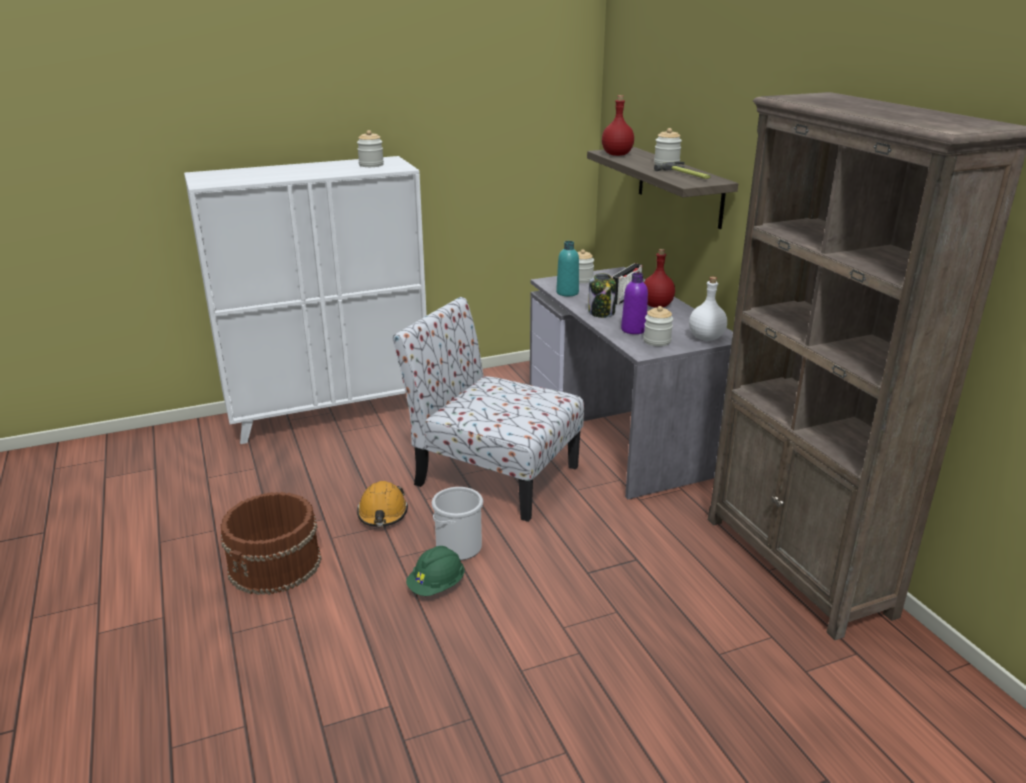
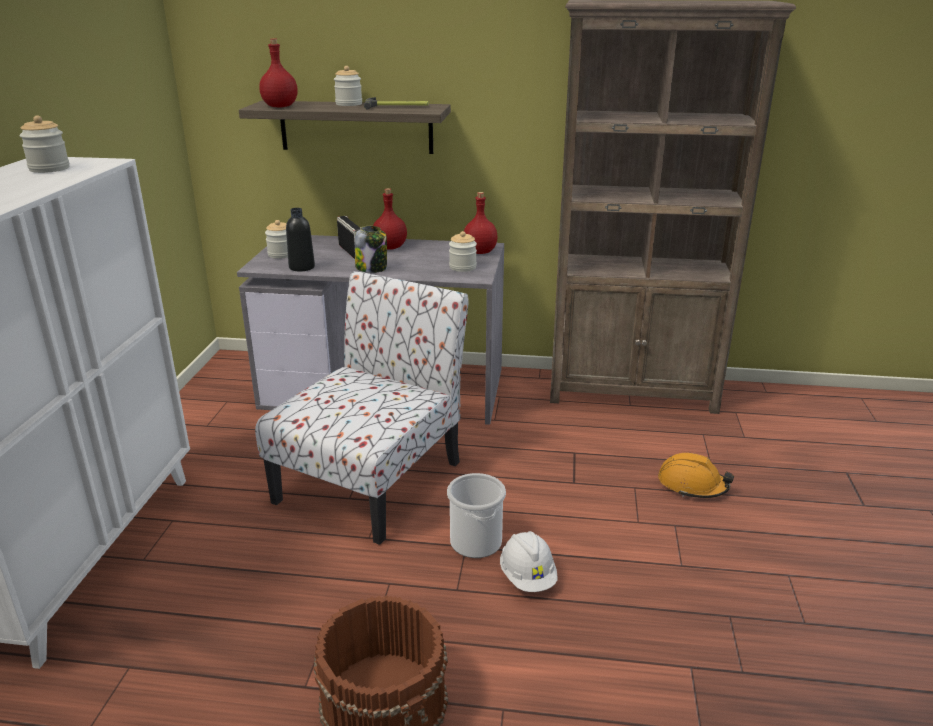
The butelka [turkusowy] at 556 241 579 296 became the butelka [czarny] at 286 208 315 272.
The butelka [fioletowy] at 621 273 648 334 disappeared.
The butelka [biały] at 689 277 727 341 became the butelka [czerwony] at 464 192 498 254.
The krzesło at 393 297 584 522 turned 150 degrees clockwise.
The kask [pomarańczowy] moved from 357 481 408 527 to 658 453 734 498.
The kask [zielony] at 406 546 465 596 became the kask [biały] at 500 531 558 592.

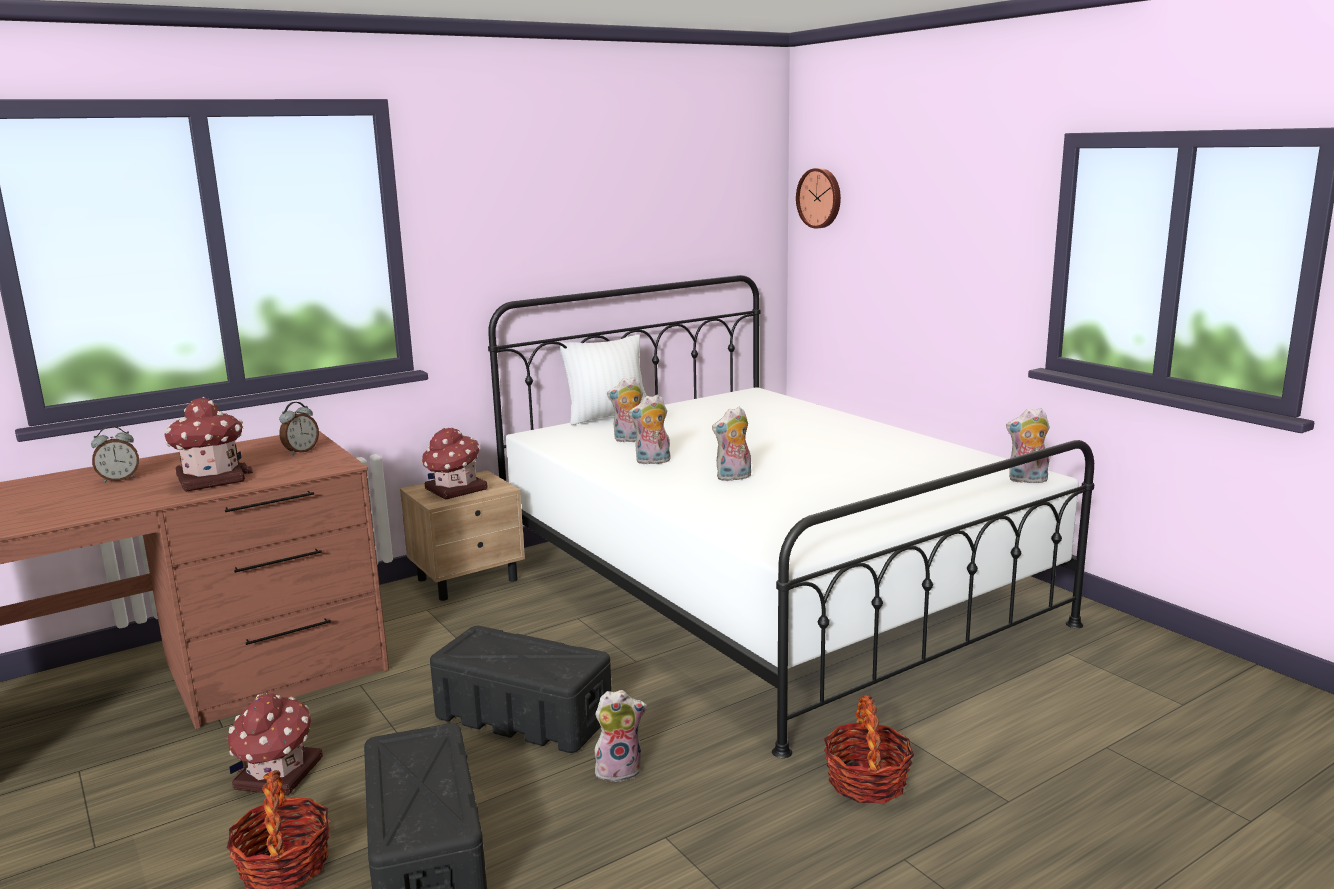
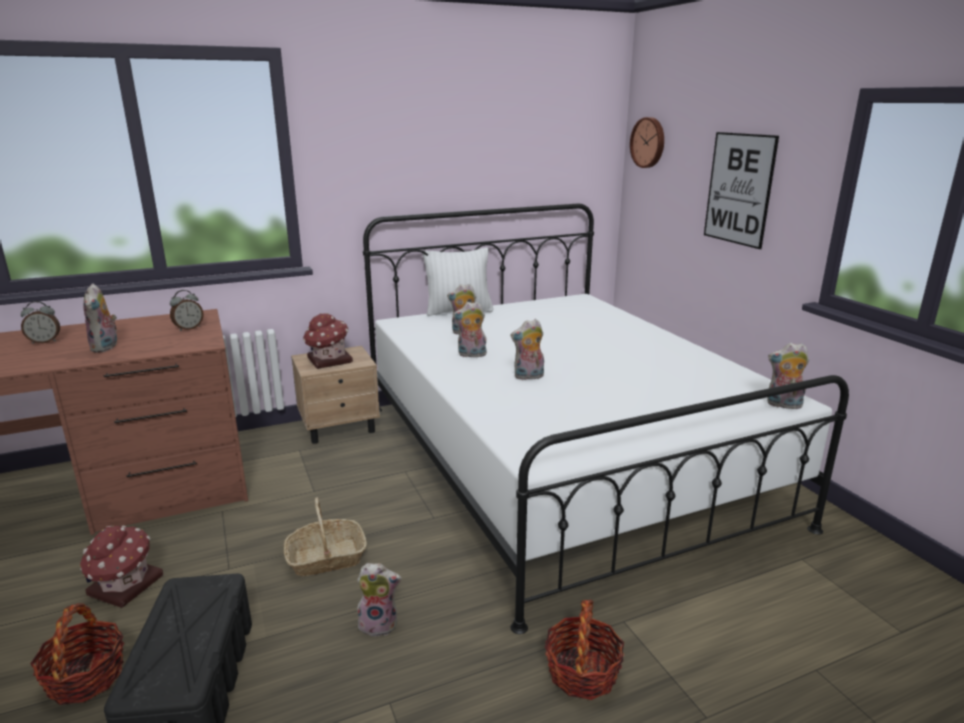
The domek at 164 397 253 491 was replaced by the pluszak at 83 283 117 353.
The pojemnik do przechowywania [czarny] at 430 626 612 753 was replaced by the koszyk at 284 497 367 576.
The obraz at 704 132 779 249 appeared.

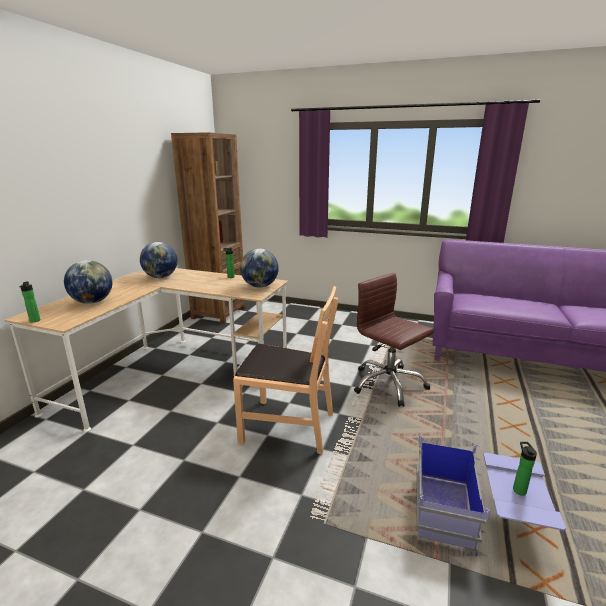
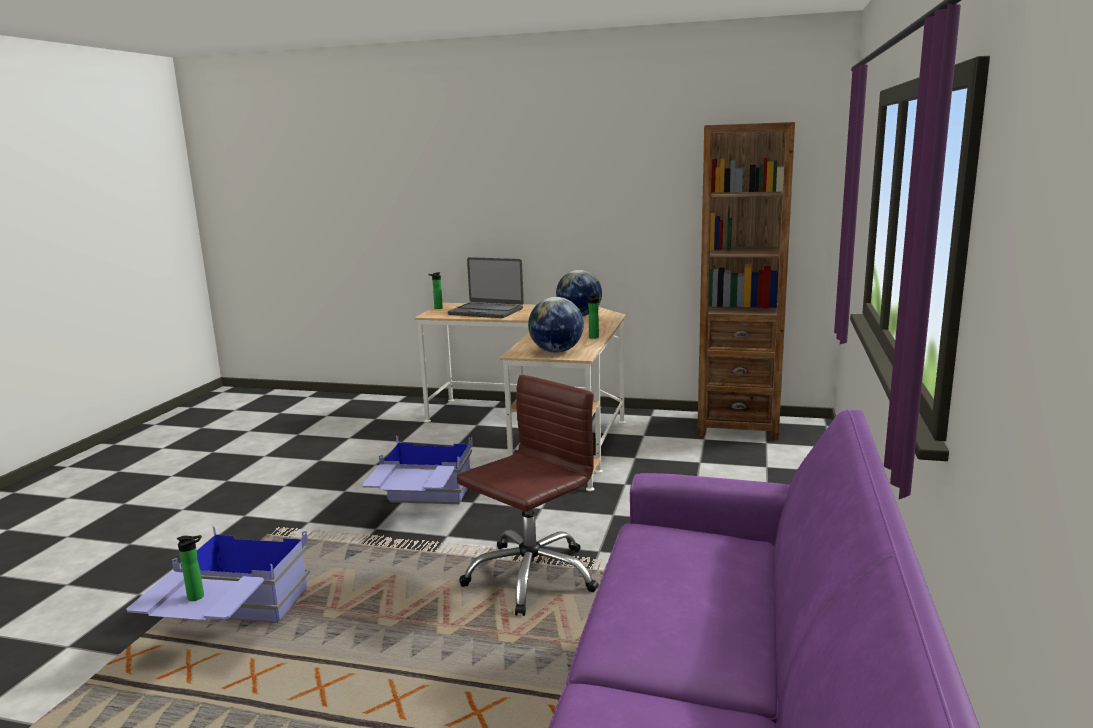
The globus at 64 260 112 304 was replaced by the laptop at 448 257 524 318.
The krzesło [brązowy] at 233 286 338 454 was replaced by the pojemnik do przechowywania [niebieski] at 362 436 473 504.

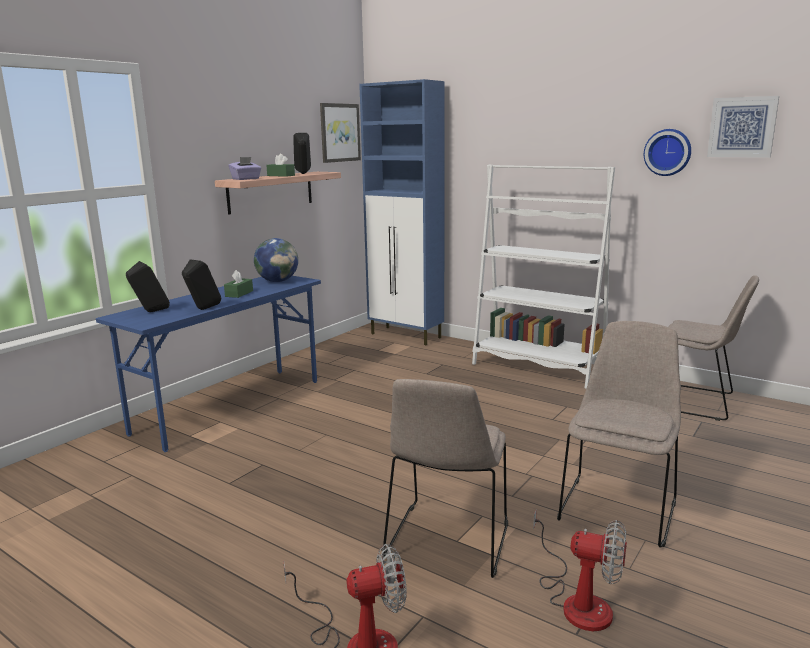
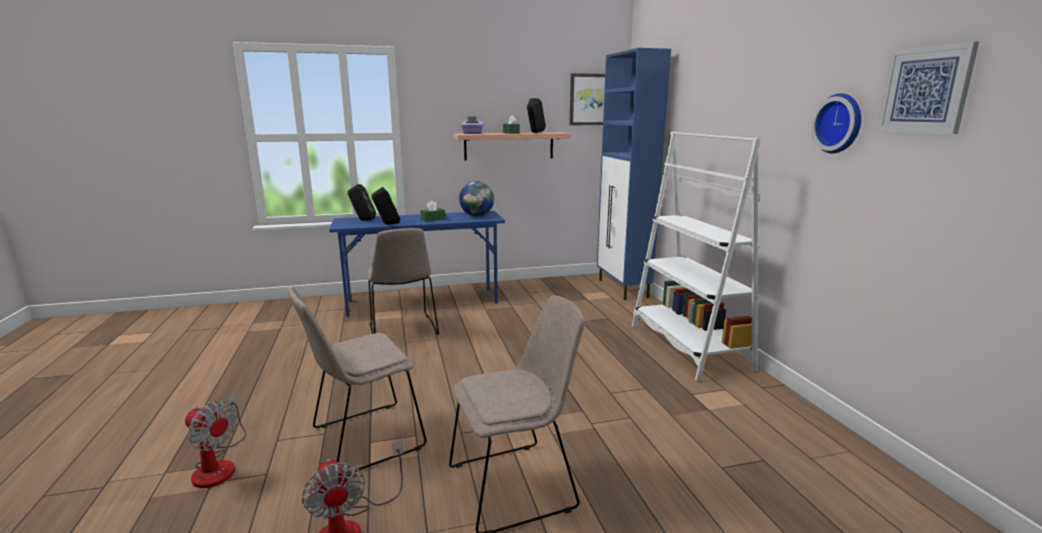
The krzesło [beżowy] moved from 668 275 759 421 to 367 228 439 334.

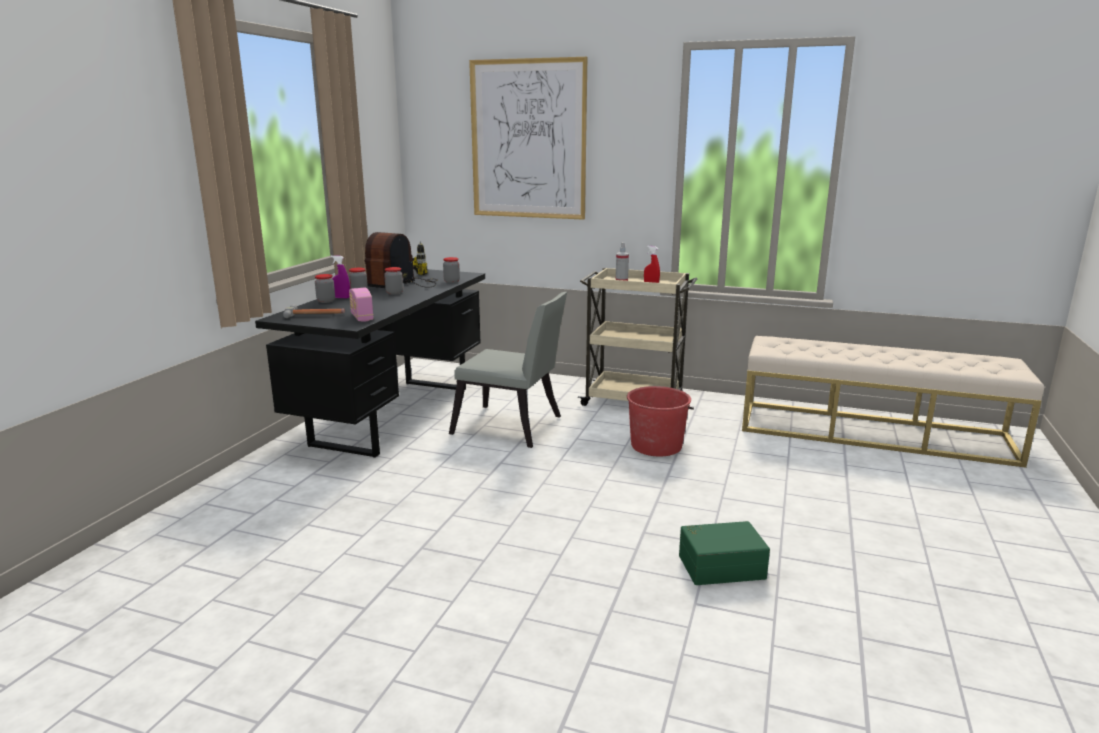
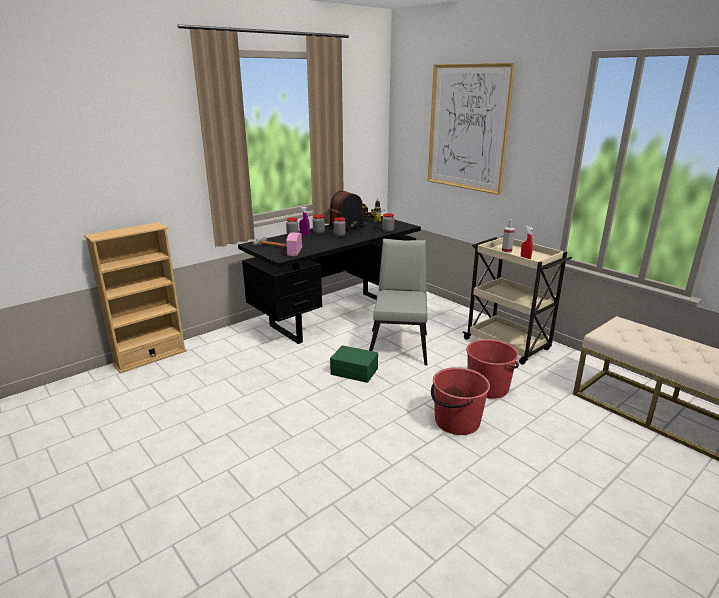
The krzesło [szary] at 449 292 567 448 turned 135 degrees counterclockwise.
The pojemnik do przechowywania [zielony] moved from 679 521 770 585 to 330 345 378 383.
The regał [beżowy] at 84 222 187 373 appeared.
The wiadro [czerwony] at 431 367 490 435 appeared.

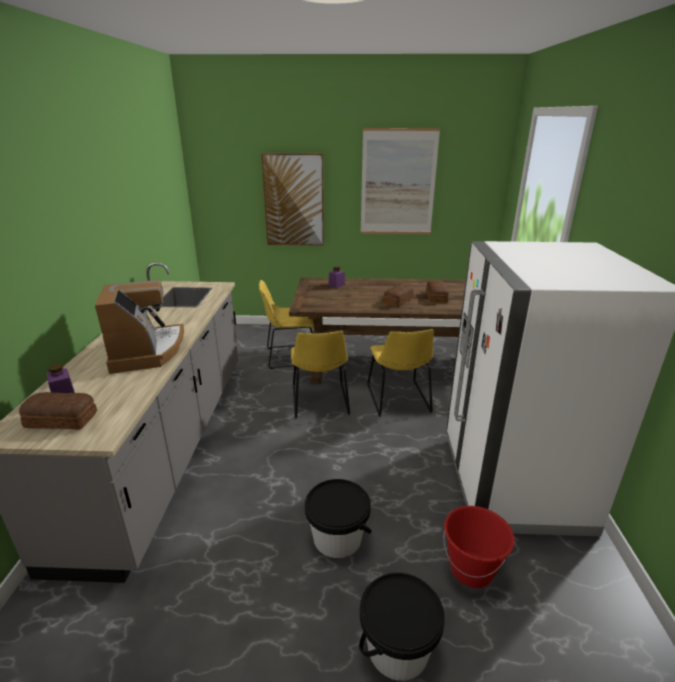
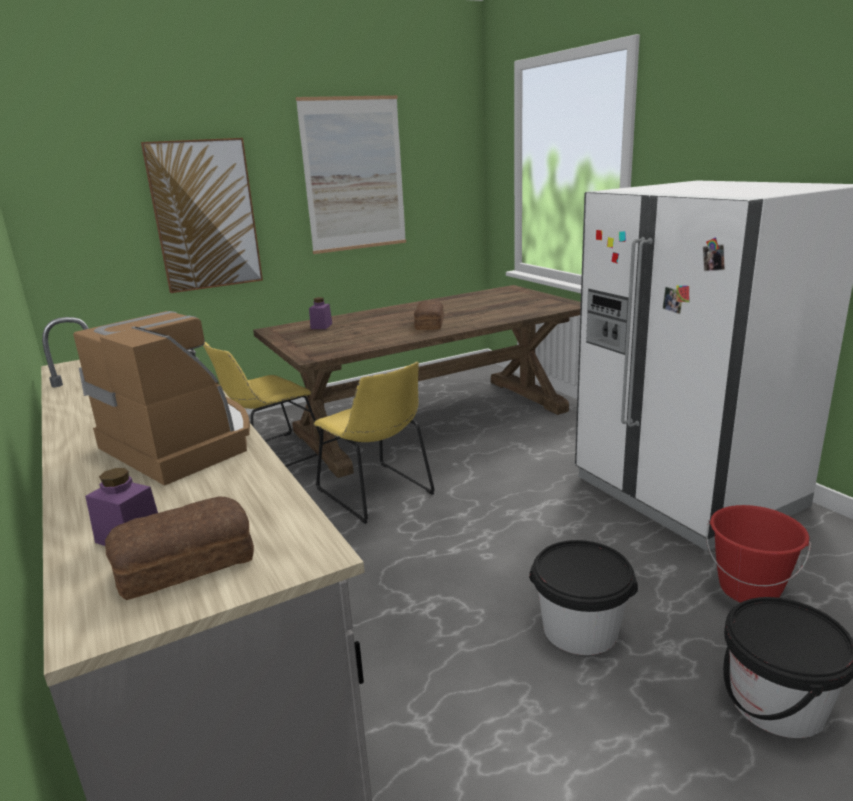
The chleb at 426 280 449 303 disappeared.
The krzesło [żółty] at 367 329 434 417 disappeared.

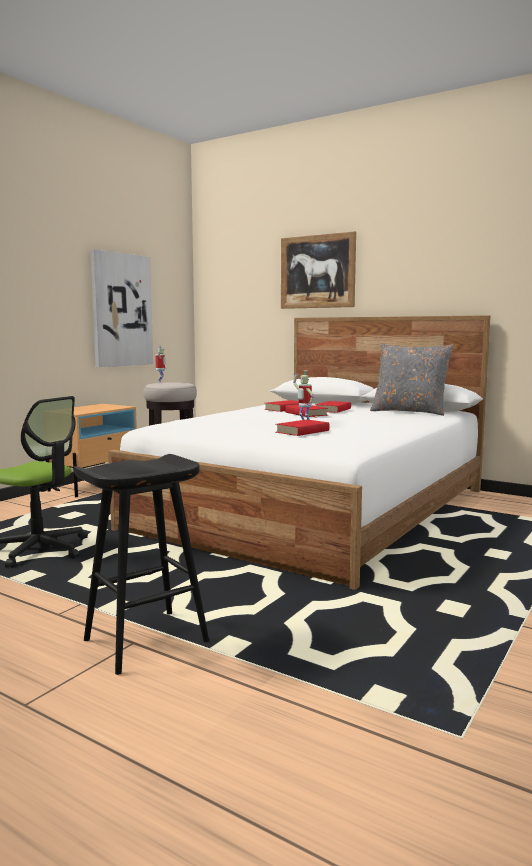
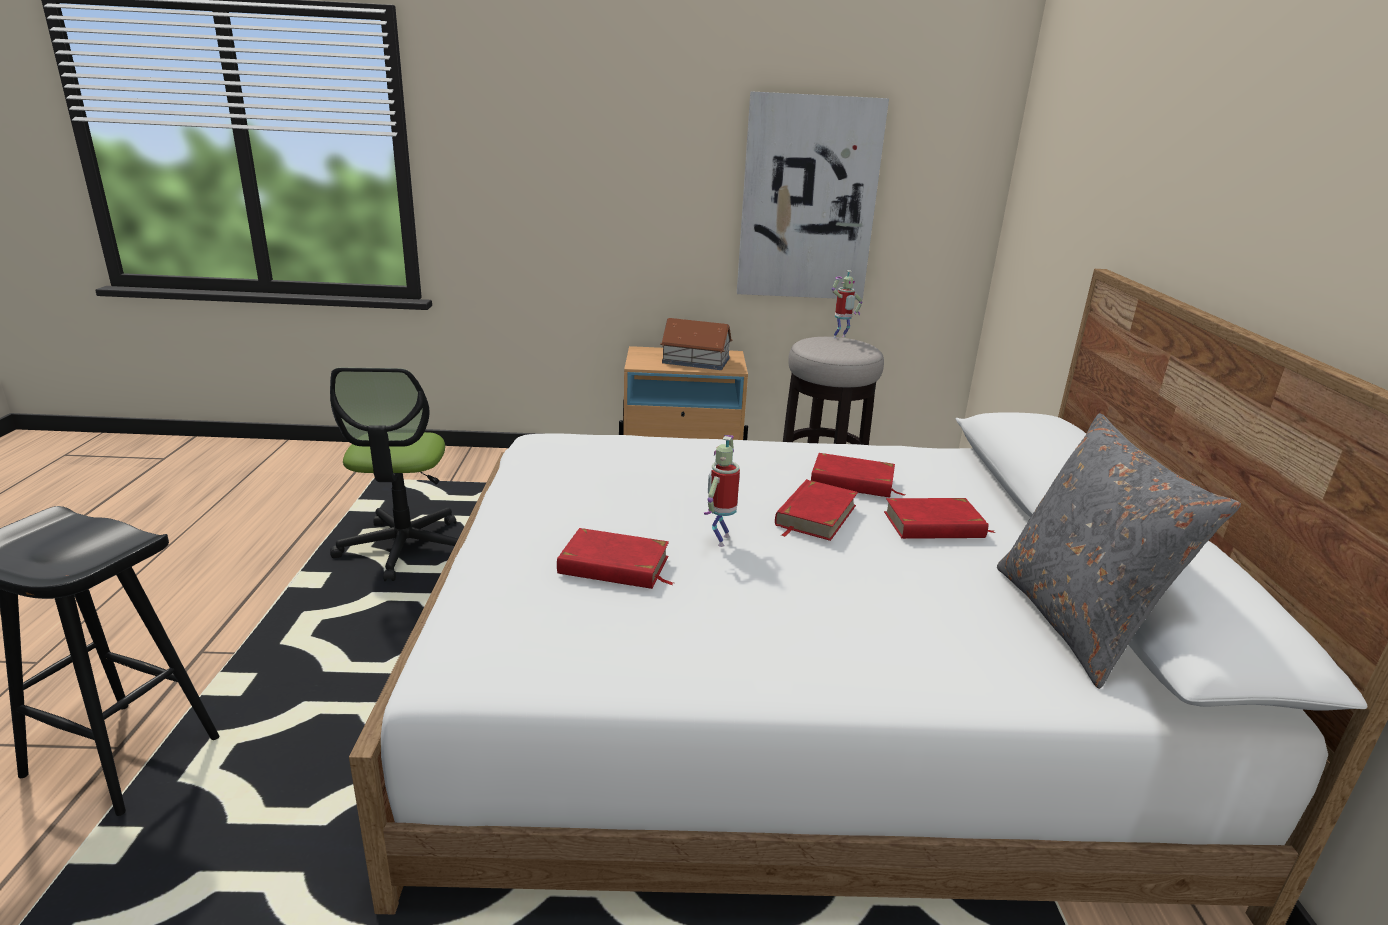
The obraz at 281 231 356 309 disappeared.
The domek at 660 318 732 370 appeared.

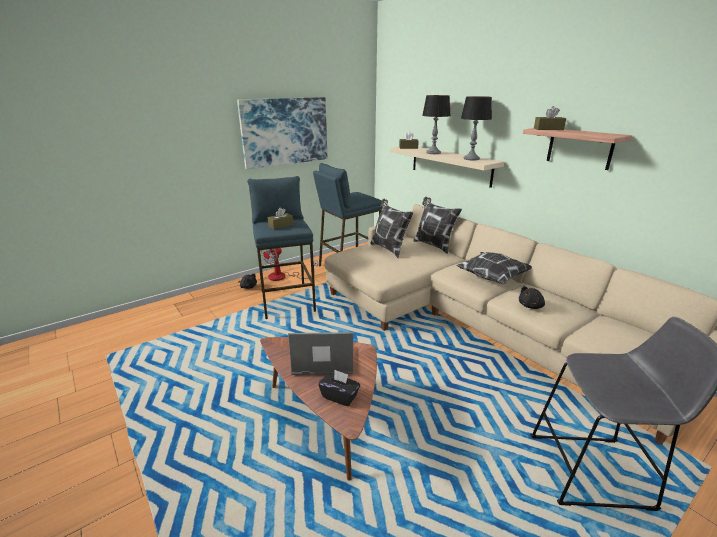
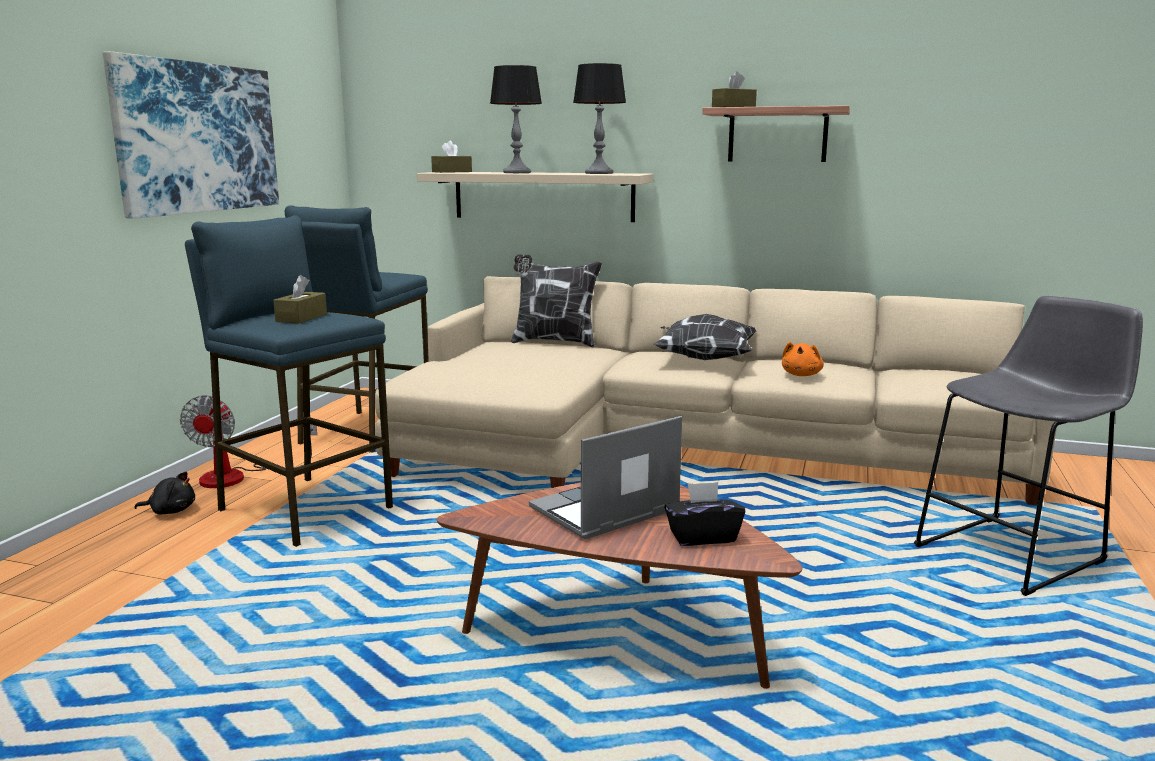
The poduszka at 370 199 414 258 disappeared.
The pluszak [czarny] at 519 286 545 309 became the pluszak [pomarańczowy] at 782 342 824 376.

